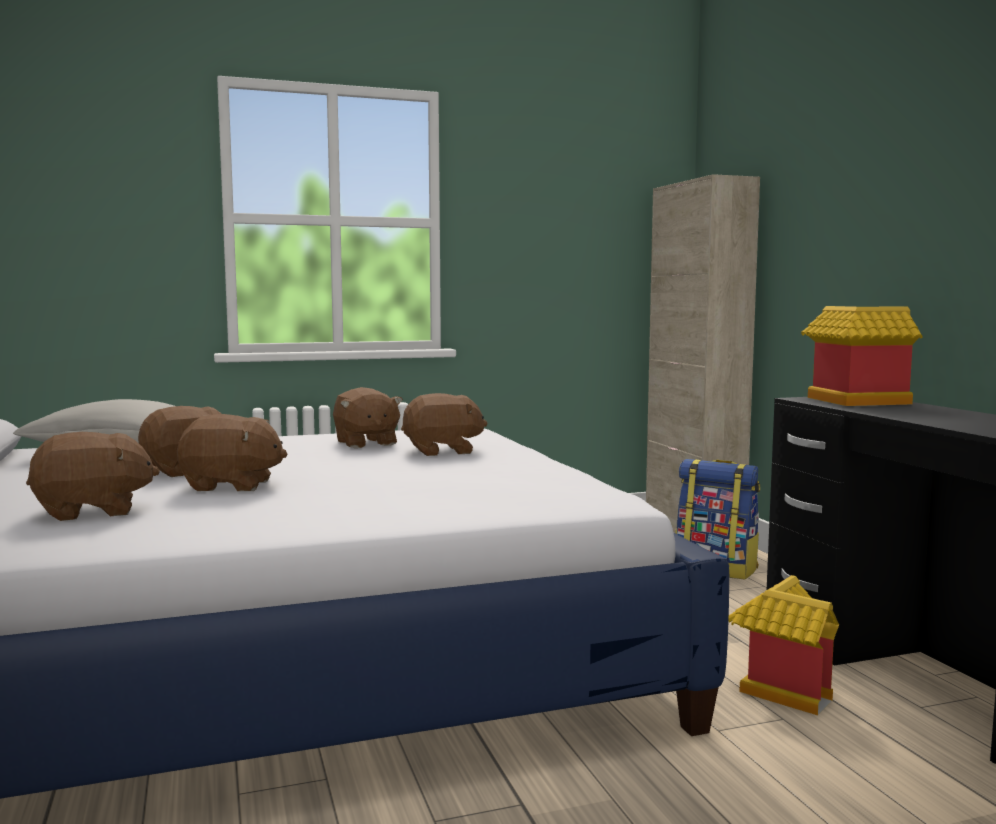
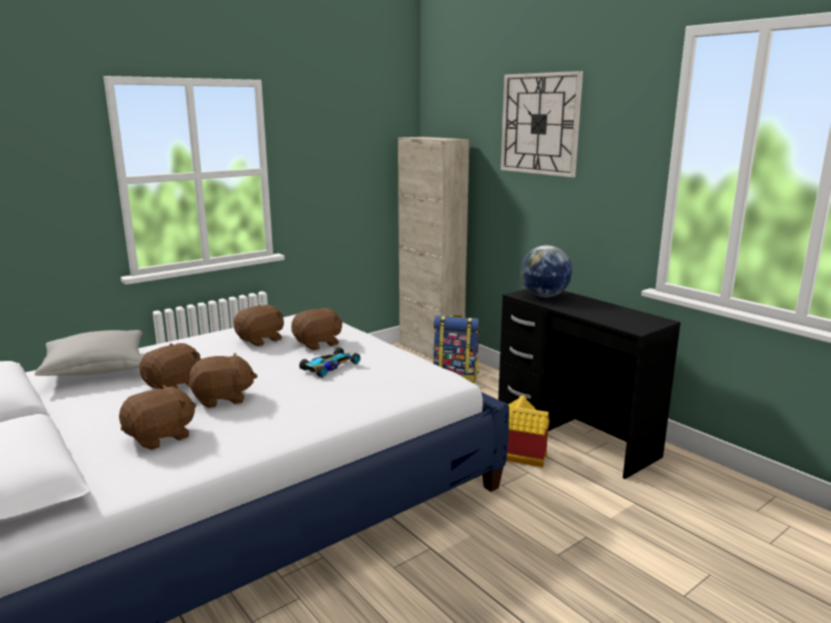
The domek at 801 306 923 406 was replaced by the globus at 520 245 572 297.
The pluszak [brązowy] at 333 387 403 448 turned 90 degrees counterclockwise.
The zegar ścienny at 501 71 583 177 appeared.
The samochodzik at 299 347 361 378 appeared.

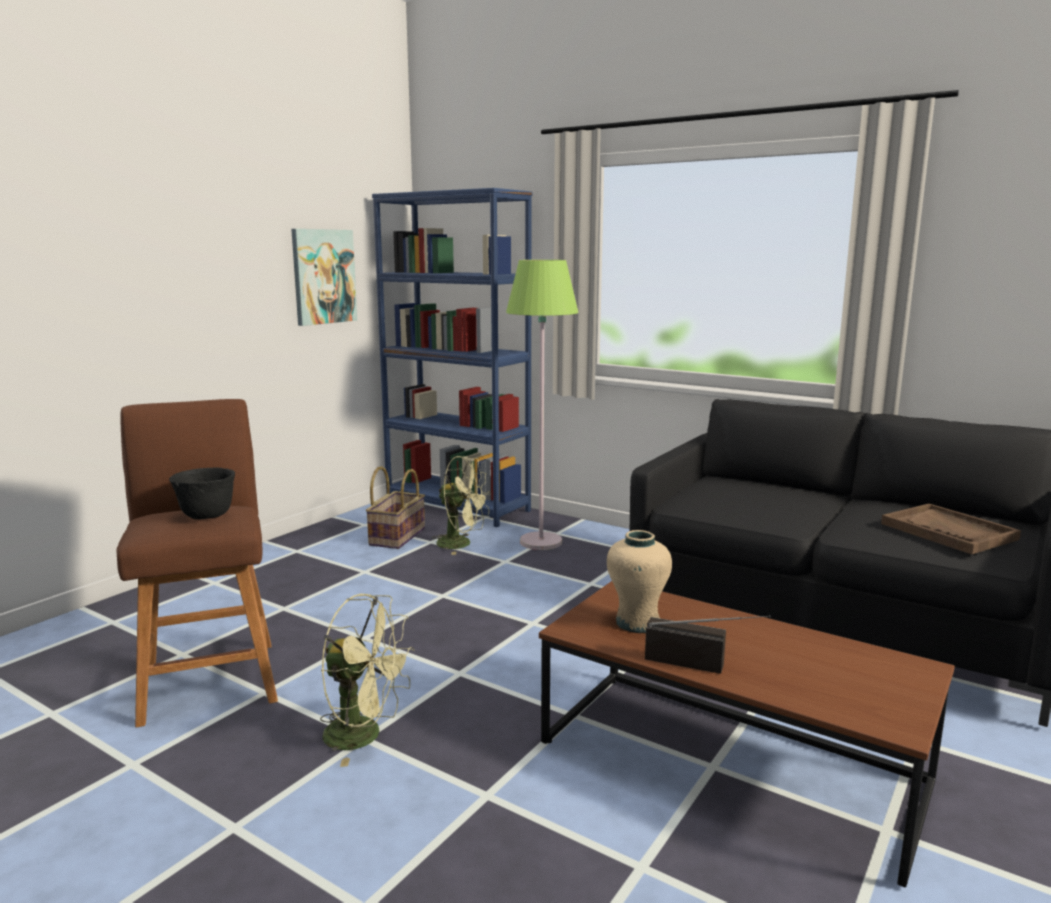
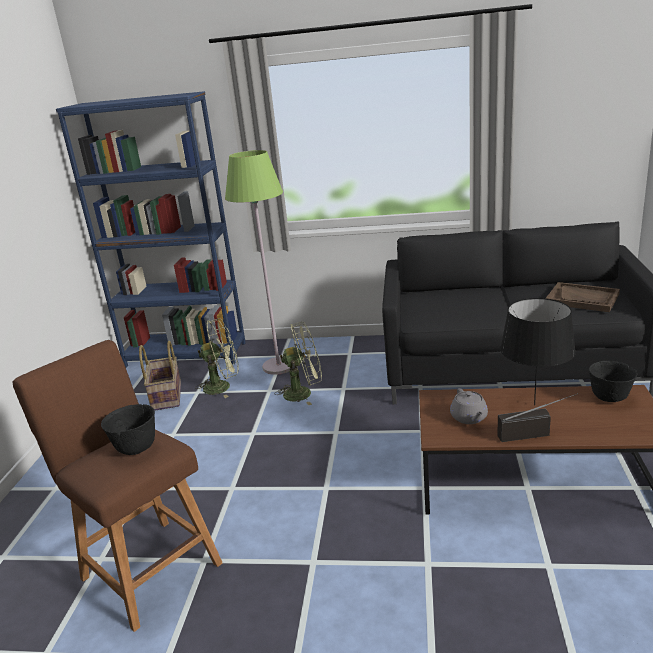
The obraz at 291 229 357 326 disappeared.
The wazon [beżowy] at 607 530 672 633 was replaced by the imbryk [szary] at 450 388 488 424.
The wentylator [zielony] moved from 320 594 415 767 to 274 322 322 405.
The lampa stołowa [czarny] at 500 298 576 405 appeared.
The miska [czarny] at 589 361 637 402 appeared.

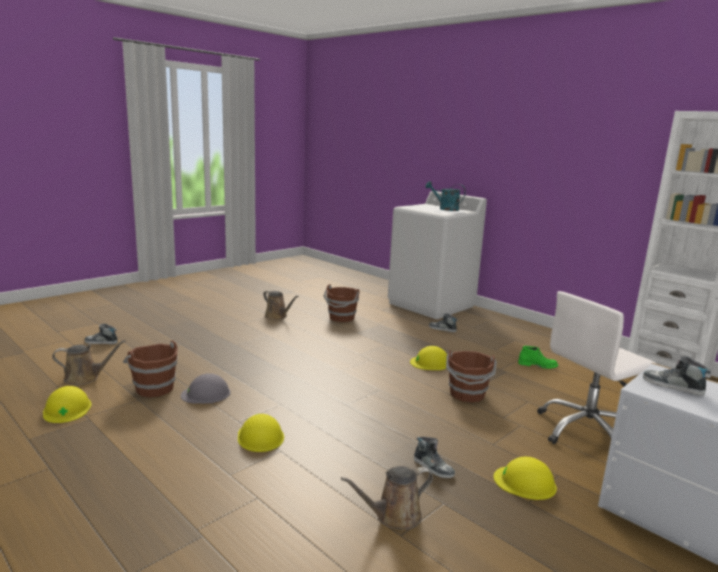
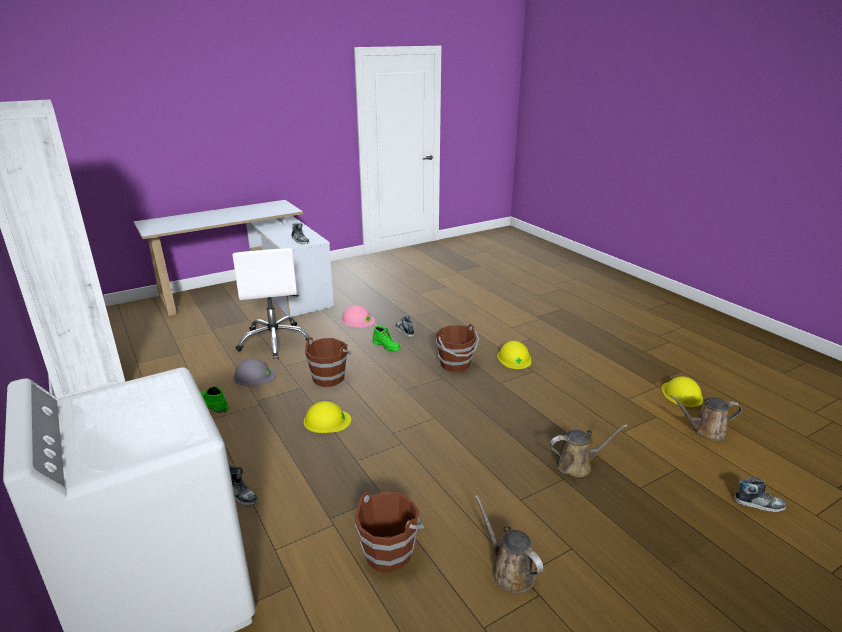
The konewka [turkusowy] at 425 181 466 211 disappeared.
The krzesło biurowe [biały] at 537 291 656 444 turned 90 degrees clockwise.
The wiadro [brązowy] moved from 123 341 178 397 to 436 324 480 372.
The kask [szary] moved from 181 373 231 404 to 233 359 276 386.
The kask [żółty] at 494 457 557 500 became the kask [różowy] at 341 305 375 328.
The konewka [brązowy] moved from 341 466 433 530 to 550 424 628 477.
The but z cholewką [zielony] at 373 326 401 351 appeared.

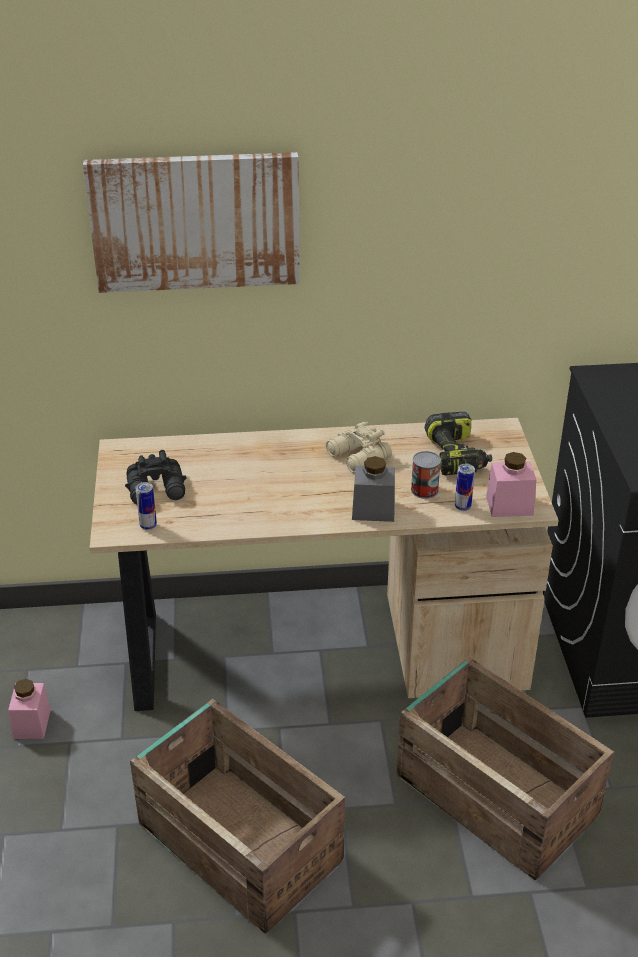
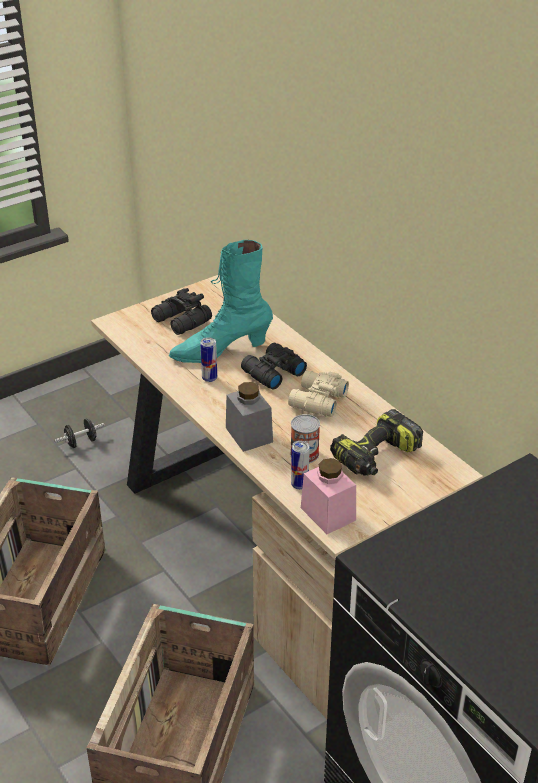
The obraz at 83 152 300 293 disappeared.
The puszka moved from 136 482 157 530 to 200 337 217 382.
The słoik [różowy] at 8 679 51 739 was replaced by the hantel [czarny] at 55 418 105 448.
The but z cholewką [turkusowy] at 169 240 273 363 appeared.
The lornetka [czarny] at 241 343 307 390 appeared.

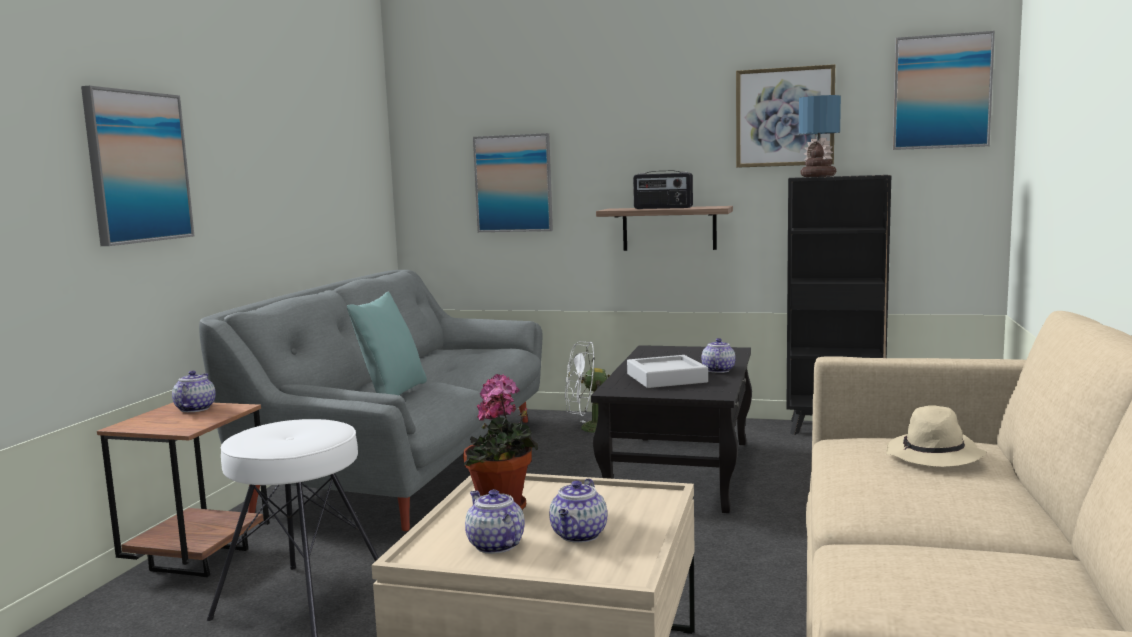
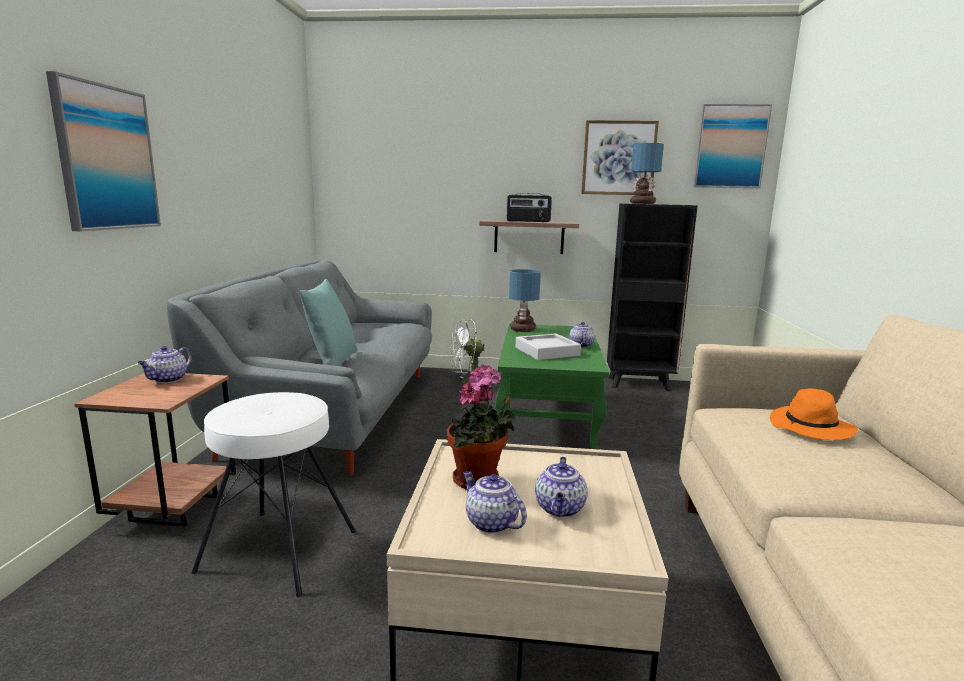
The obraz at 473 133 553 232 disappeared.
The ława [czarny] at 591 345 752 513 became the ława [zielony] at 496 323 609 449.
The imbryk at 172 370 216 412 turned 150 degrees counterclockwise.
The kapelusz [beżowy] at 886 405 987 467 became the kapelusz [pomarańczowy] at 770 388 858 440.
The lampa stołowa at 509 269 541 332 appeared.

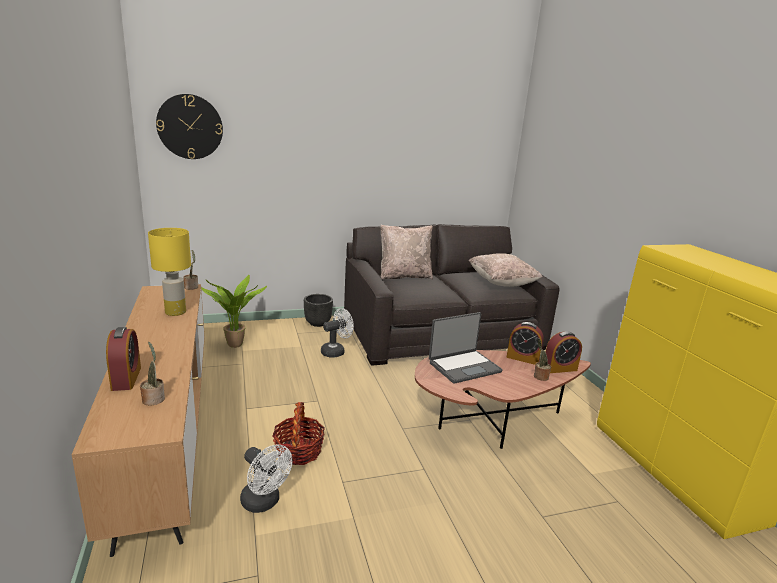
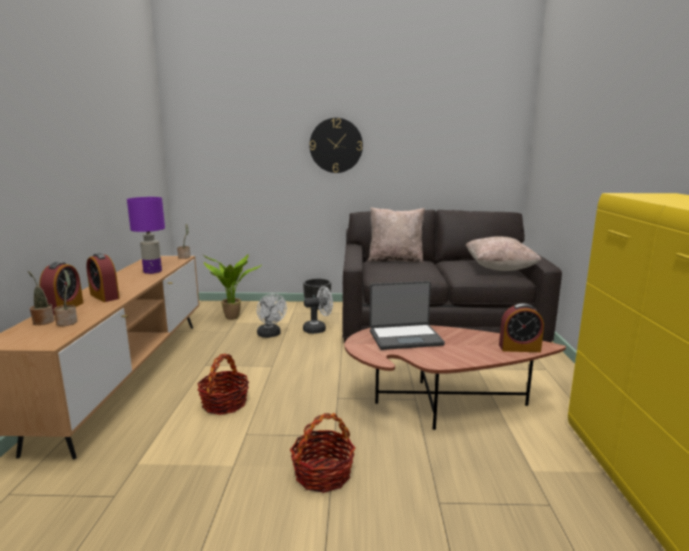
The zegar ścienny moved from 156 94 223 159 to 309 118 363 173.
The lampa stołowa [żółty] at 148 228 191 316 became the lampa stołowa [fioletowy] at 127 197 165 274.
The budzik moved from 507 322 544 365 to 86 253 120 302.
The roślina doniczkowa moved from 534 338 551 381 to 28 271 54 325.
The wentylator [biały] moved from 240 445 292 513 to 257 293 287 338.
The koszyk at 290 413 355 493 appeared.

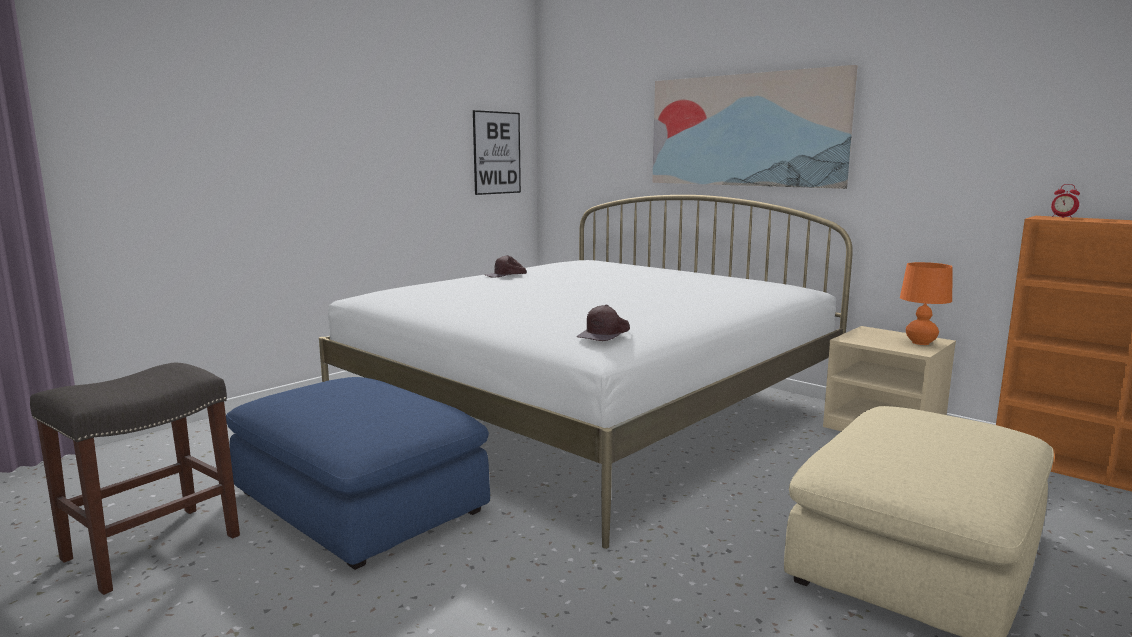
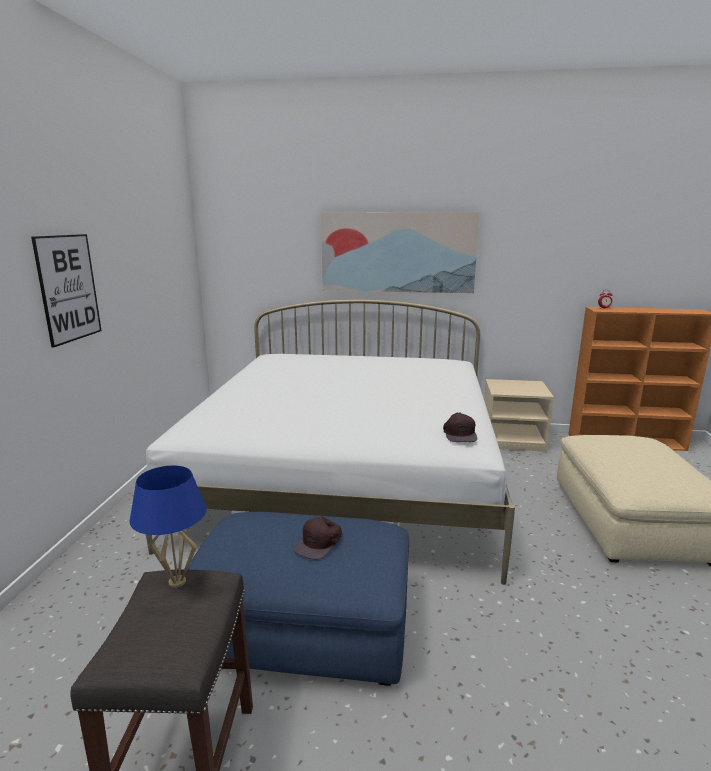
The obraz moved from 473 110 521 195 to 31 234 101 348.
The czapka z daszkiem [brązowy] moved from 484 255 527 278 to 294 516 342 560.
The lampa stołowa [pomarańczowy] at 900 262 953 345 disappeared.
The lampa stołowa [niebieski] at 130 465 207 588 appeared.

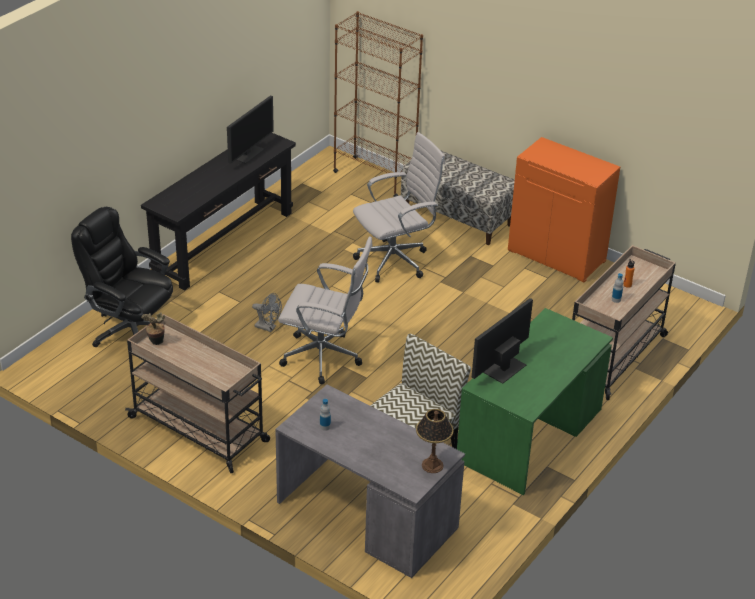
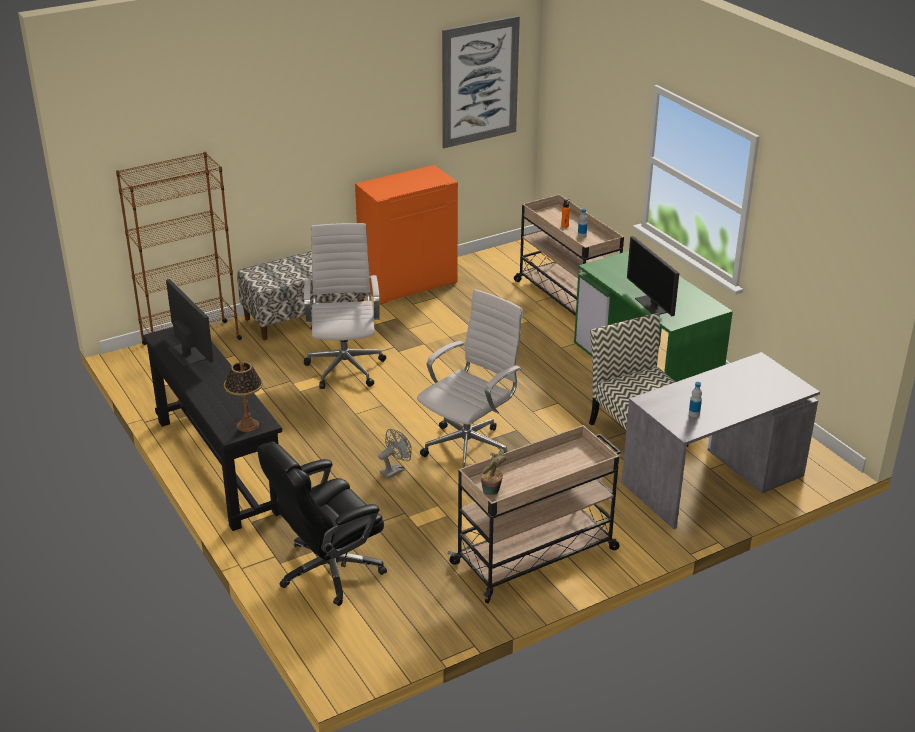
The lampa stołowa moved from 416 409 453 473 to 224 361 263 432.
The obraz at 442 16 520 148 appeared.

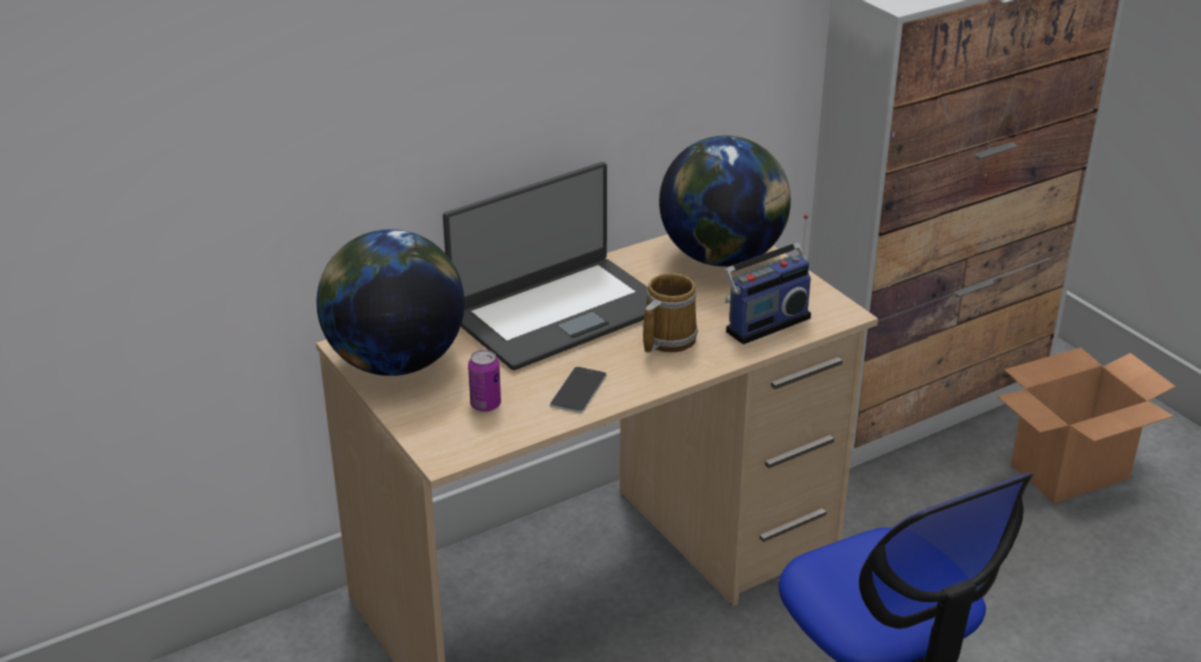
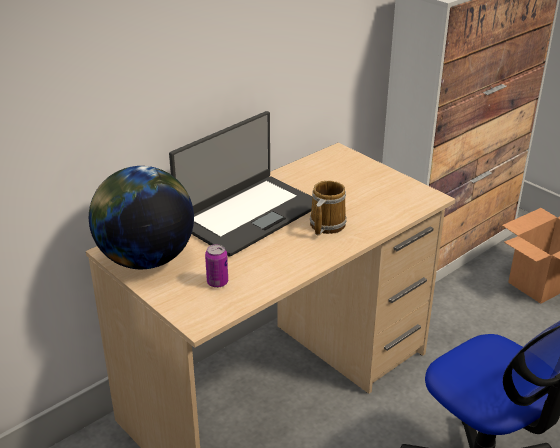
The globus at 659 135 791 267 disappeared.
The radio at 724 214 811 345 disappeared.
The telefon at 550 367 607 413 disappeared.

